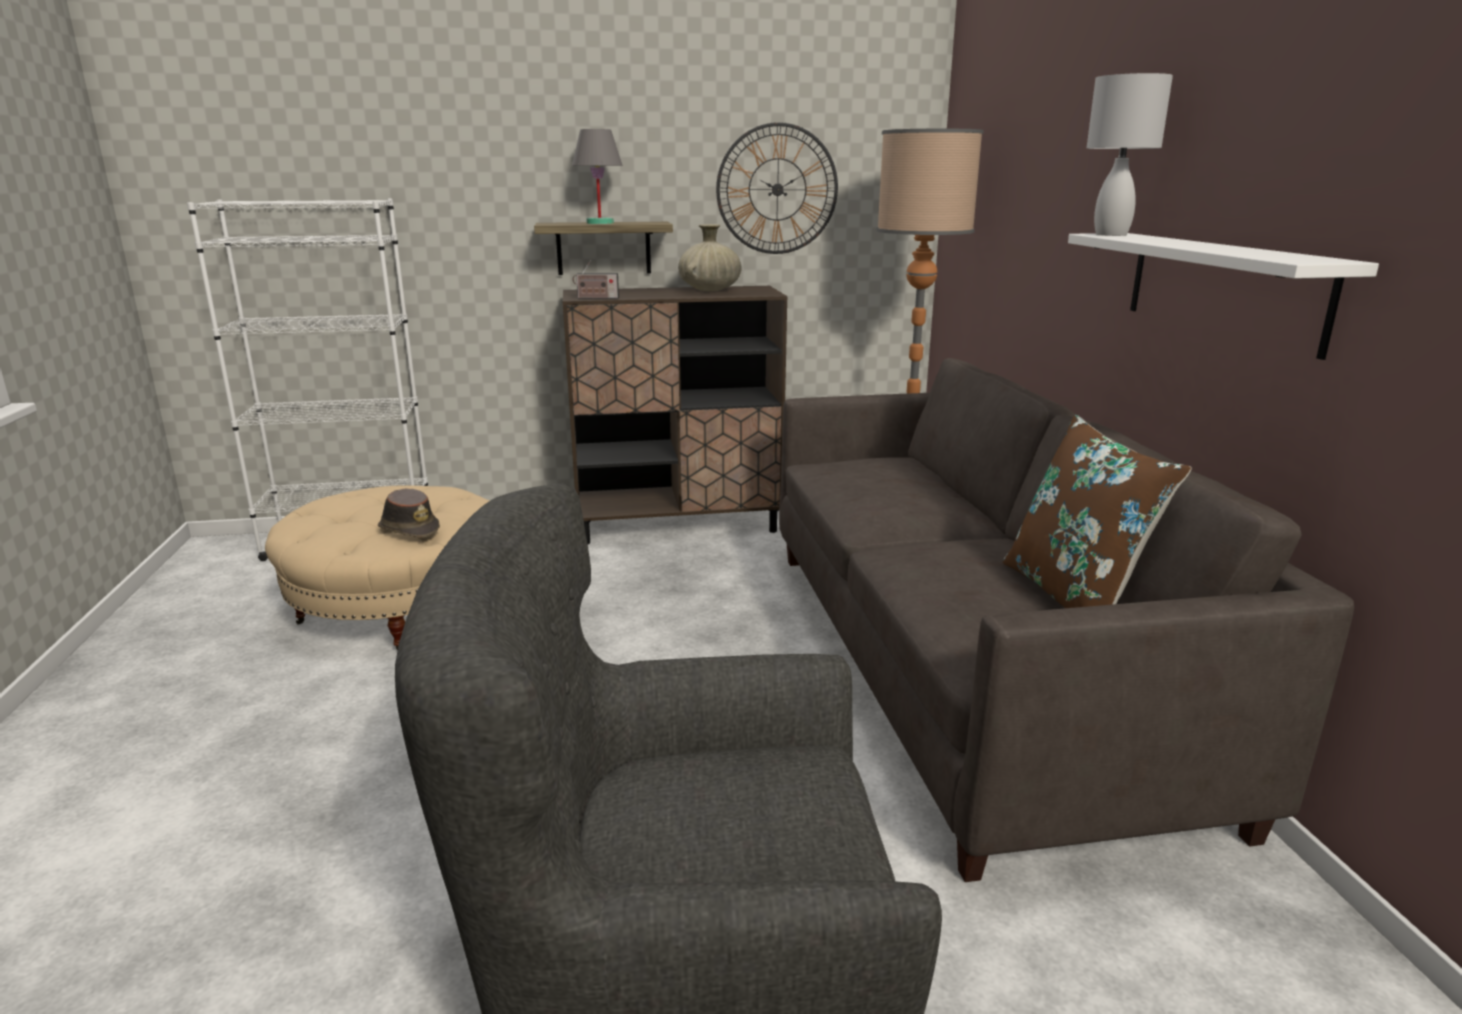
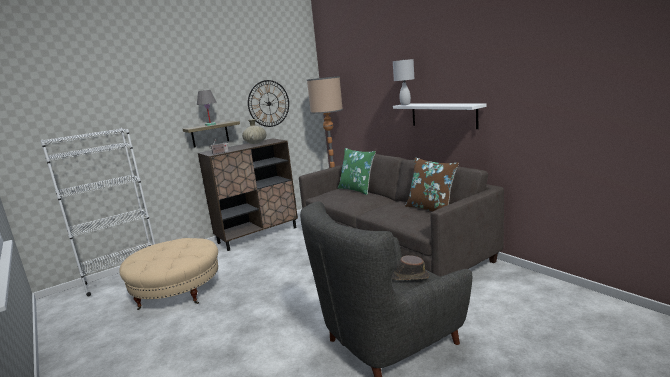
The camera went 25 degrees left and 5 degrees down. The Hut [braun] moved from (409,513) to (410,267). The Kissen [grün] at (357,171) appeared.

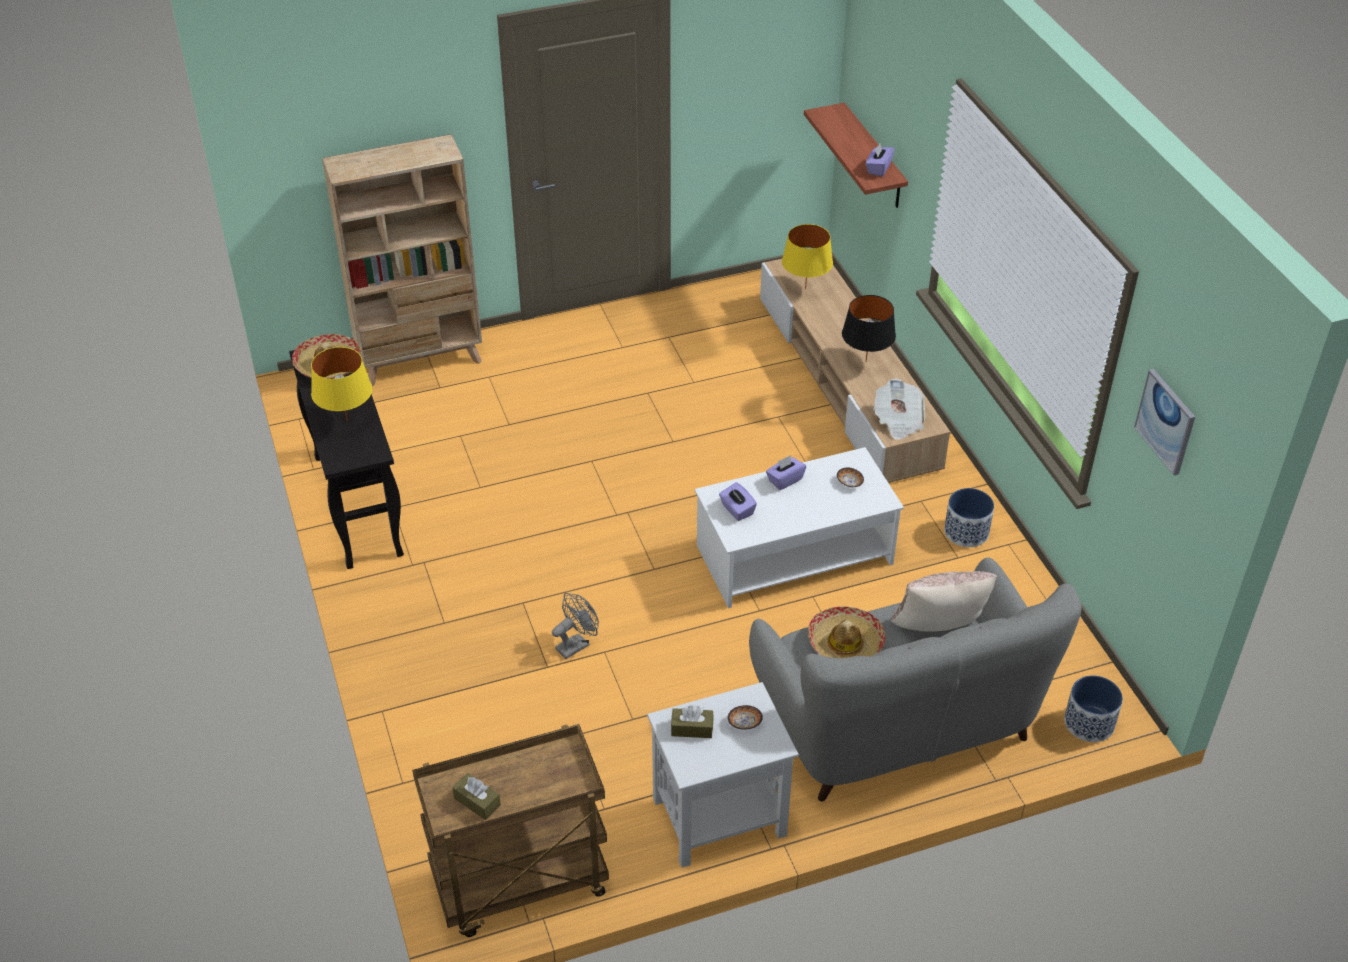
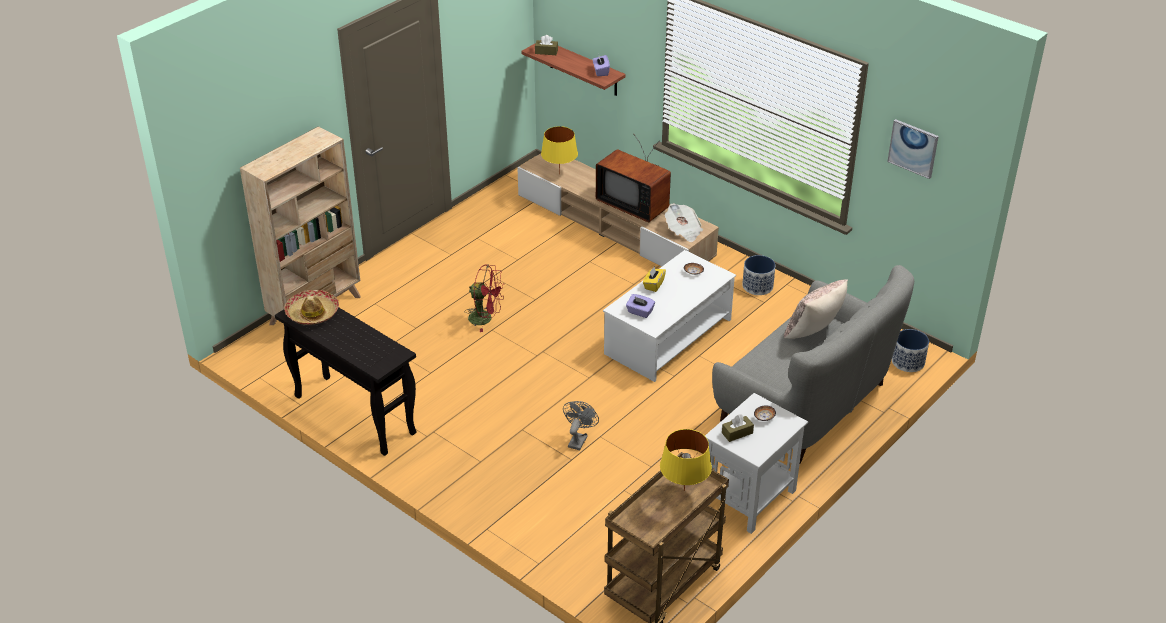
The camera went 30 degrees left and 5 degrees down. The Tischlampe [schwarz] at (869,328) was replaced by the Fernseher at (633,178). The Tischlampe [gelb] moved from (341,384) to (686,460). The Taschentuchbox [lila] at (786,472) became the Taschentuchbox [gelb] at (654,279). The Hut at (847,632) disappeared. The Taschentuchbox [braun] moved from (477,796) to (546,45). The Ventilator [rot] at (484,298) appeared.

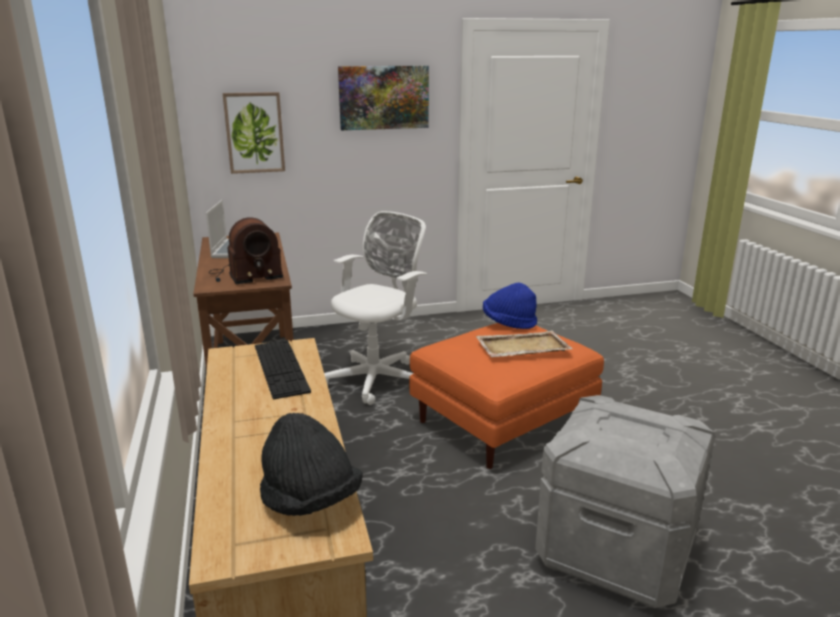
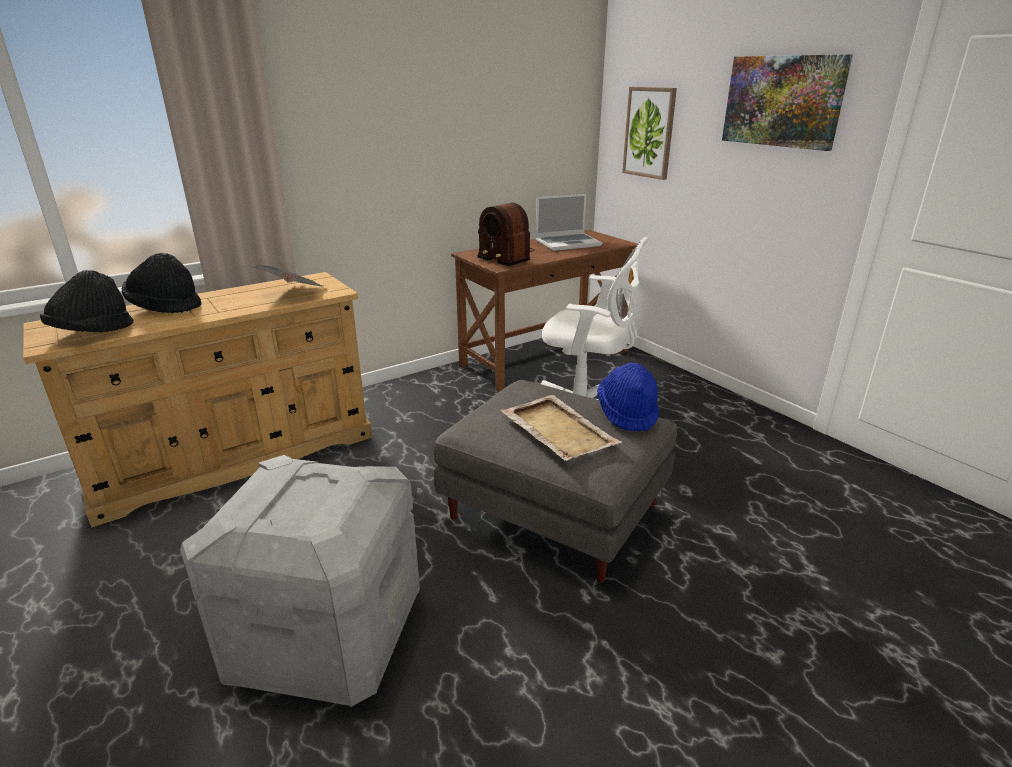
The camera went 70 degrees right and 5 degrees up. The Polsterhocker [orange] at (506,396) became the Polsterhocker [grau] at (555,481). The Tastatur at (283,369) was replaced by the Zeitung at (287,275). The Hut [schwarz] at (161,283) appeared.

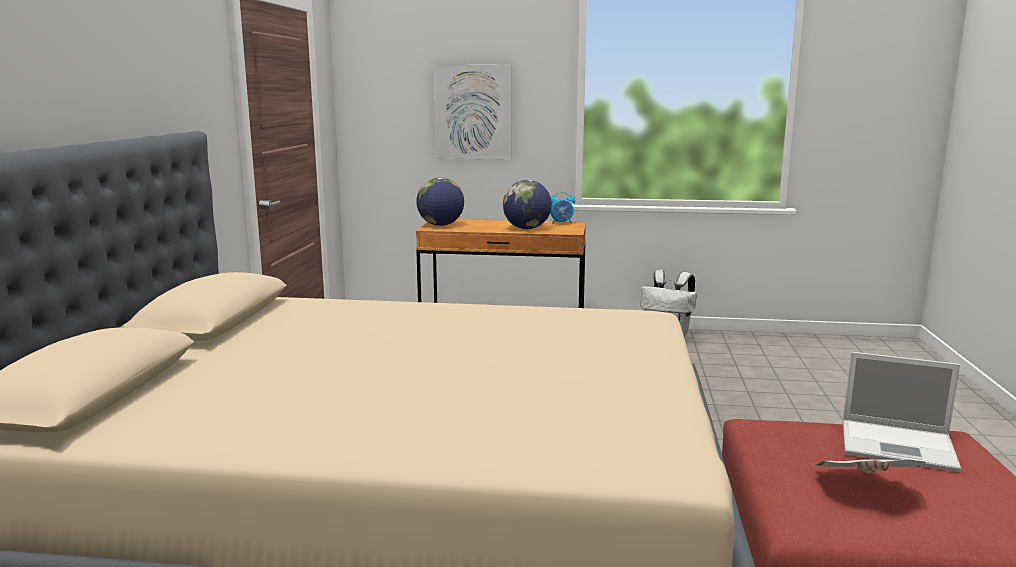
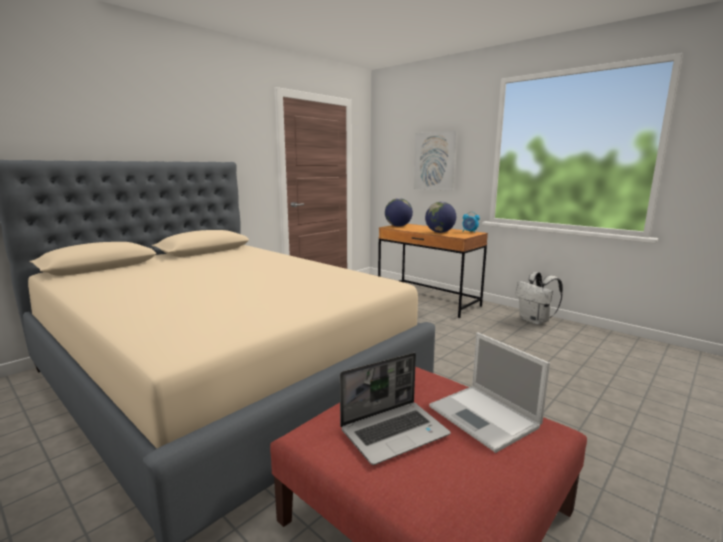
The camera went 35 degrees right and 0 degrees up. The Zeitung at (870,466) was replaced by the Laptop at (395,408).

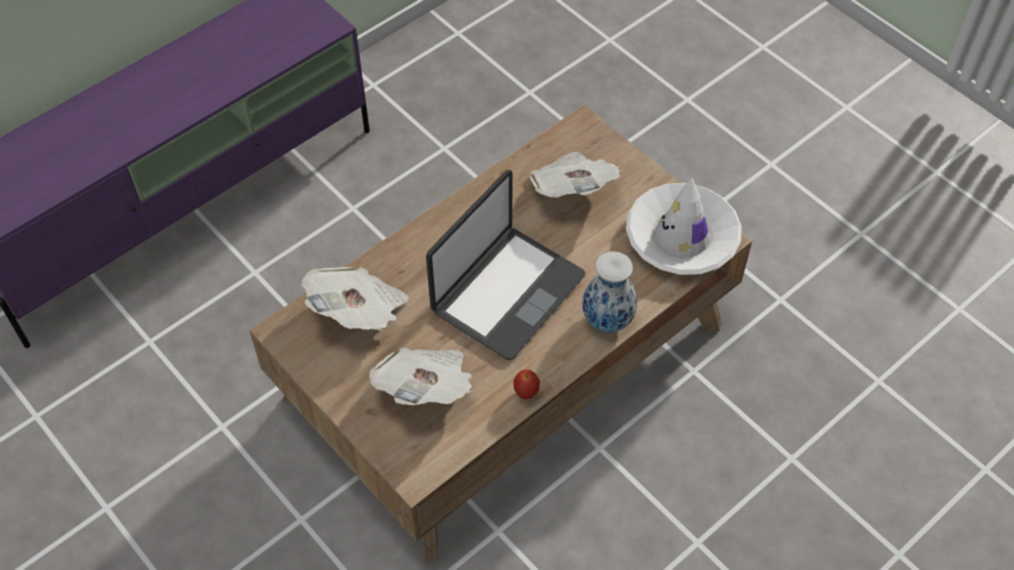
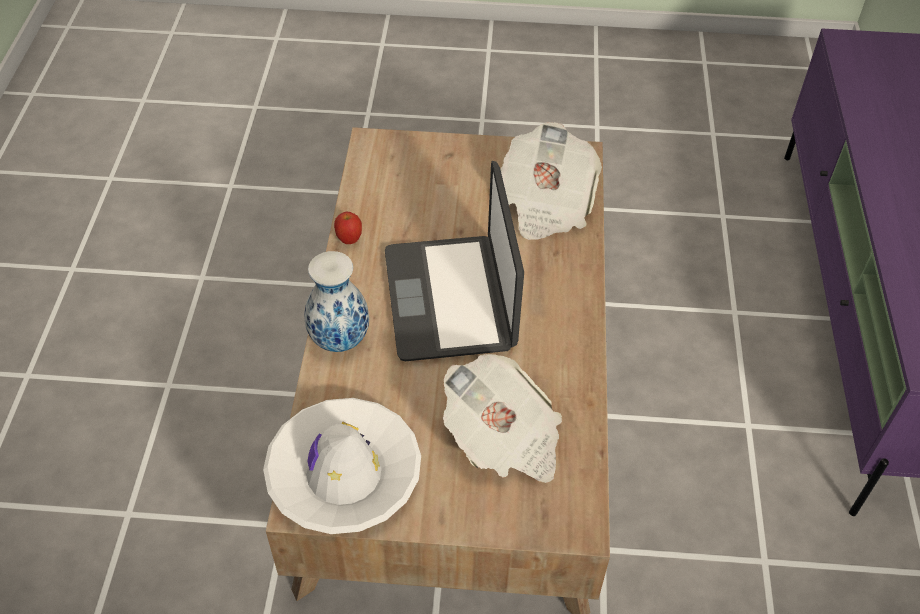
The camera went 135 degrees right and 5 degrees down. The Zeitung at (421,376) disappeared.

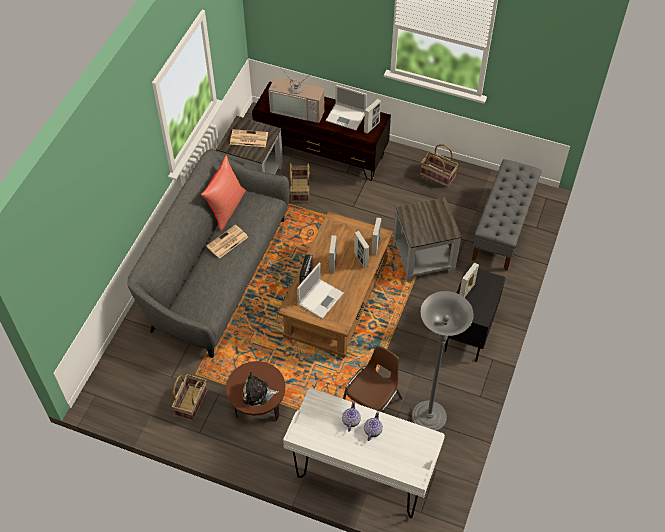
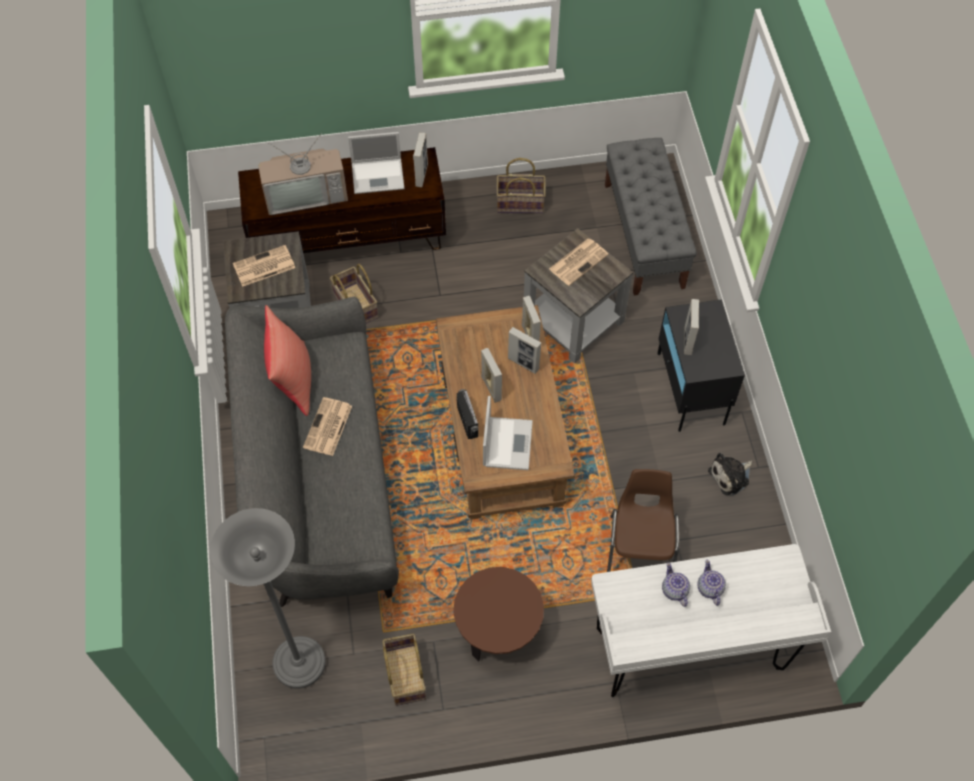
The camera went 30 degrees left and 5 degrees up. The Stehlampe [grau] moved from (443,361) to (268,598). The Plüschtier moved from (261,389) to (730,474). The Zeitung at (579,262) appeared.

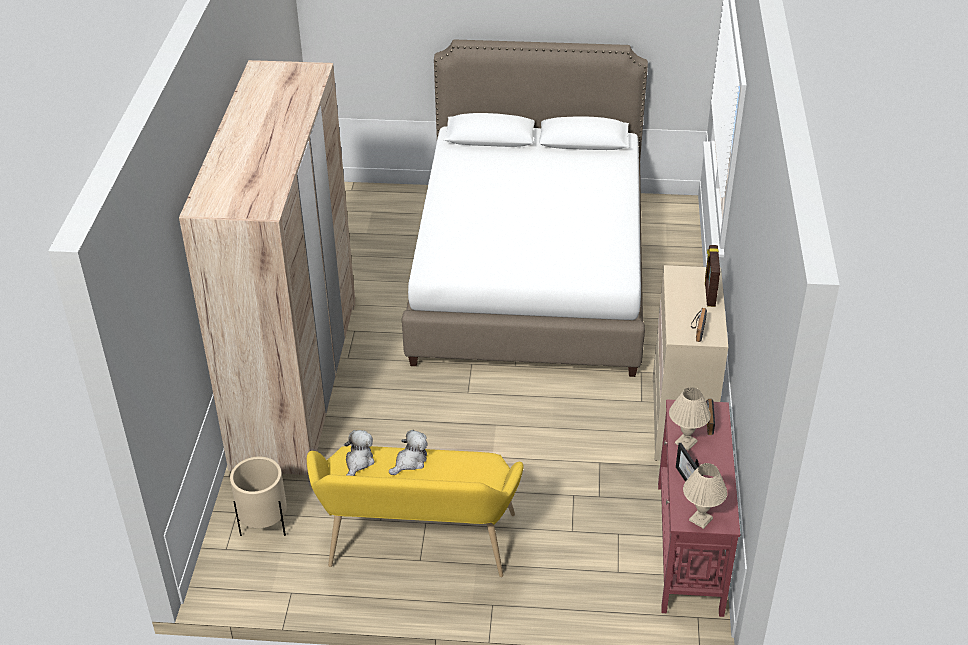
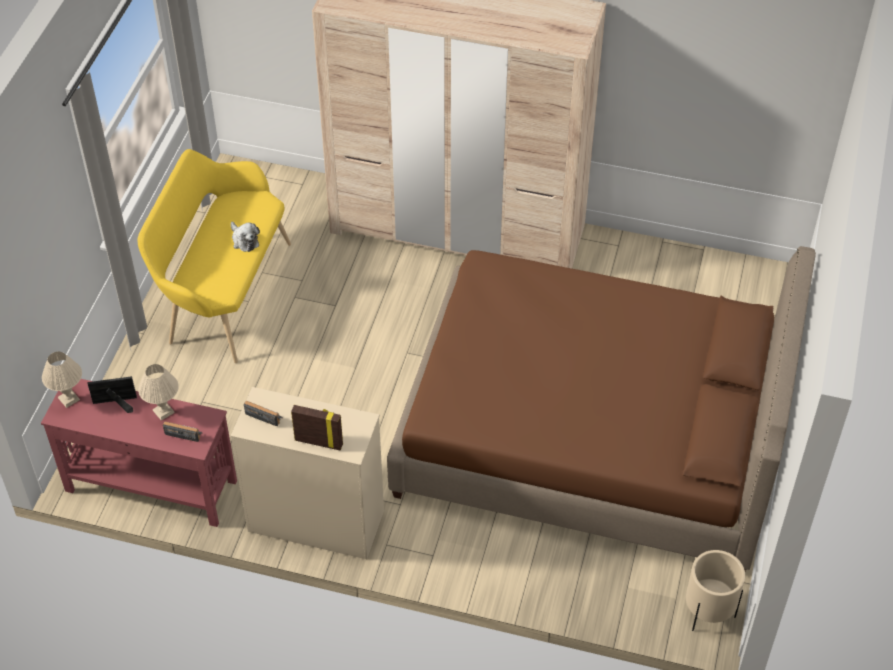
The camera went 100 degrees right and 10 degrees up. The Bett [weiß] at (525,208) became the Bett [braun] at (601,408). The Plüschtier at (359,453) disappeared. The Pflanzkübel [beige] moved from (258,496) to (715,590).

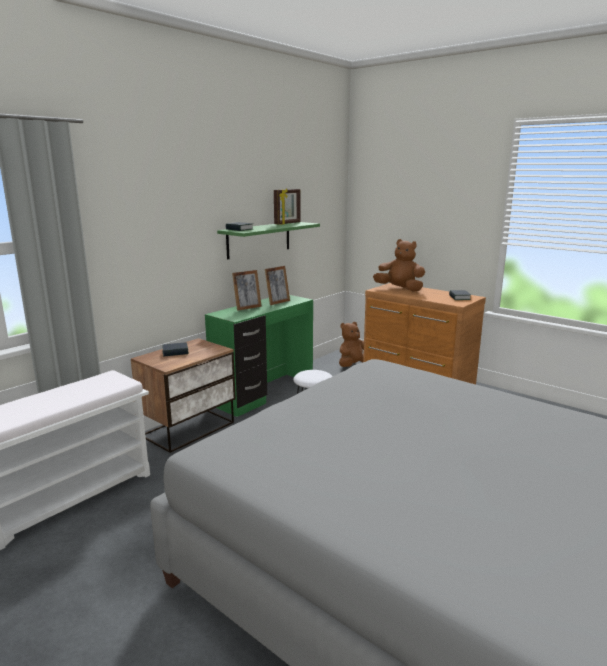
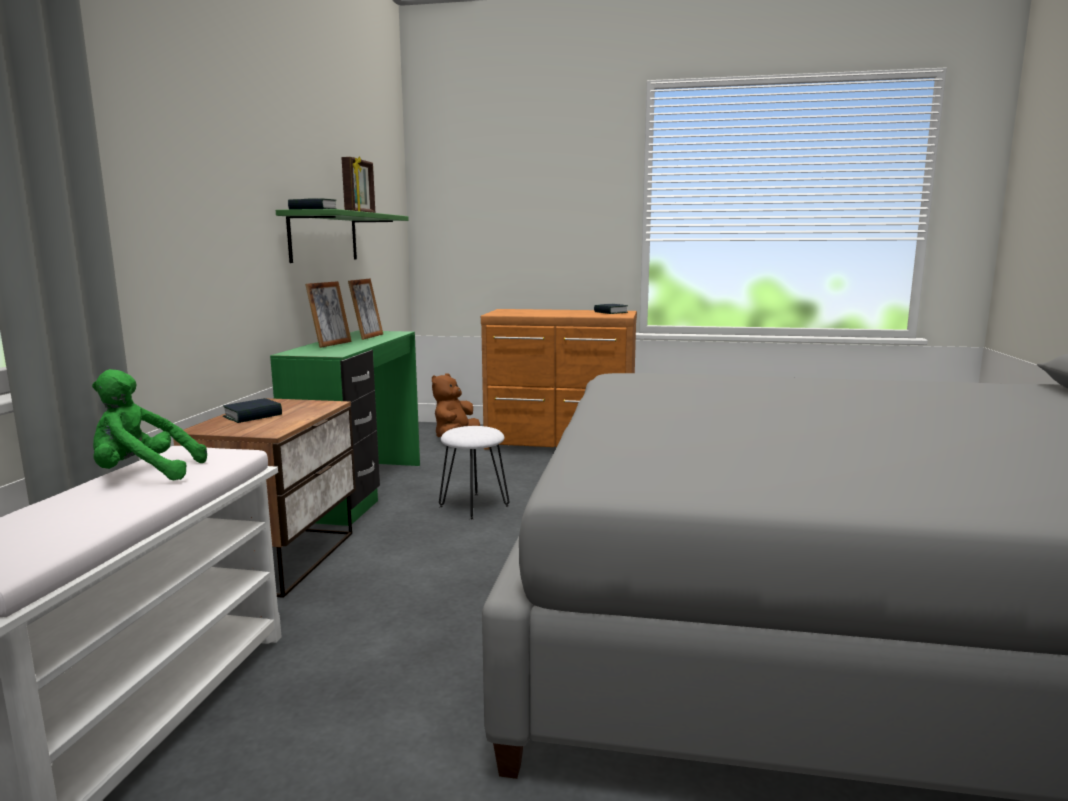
The camera went 30 degrees left and 5 degrees down. The Plüschtier [braun] at (399,265) disappeared. The Plüschtier [grün] at (149,424) appeared.

